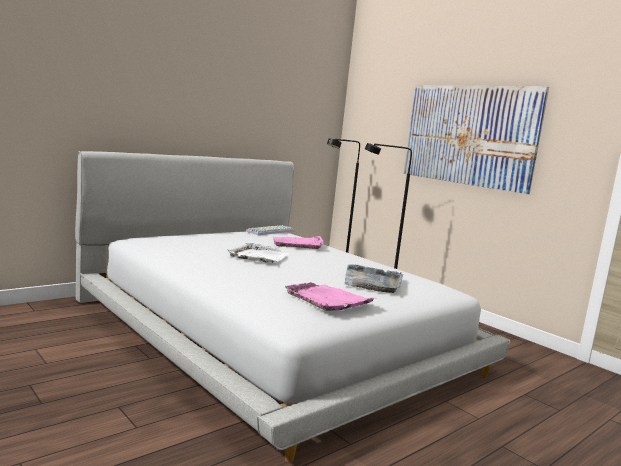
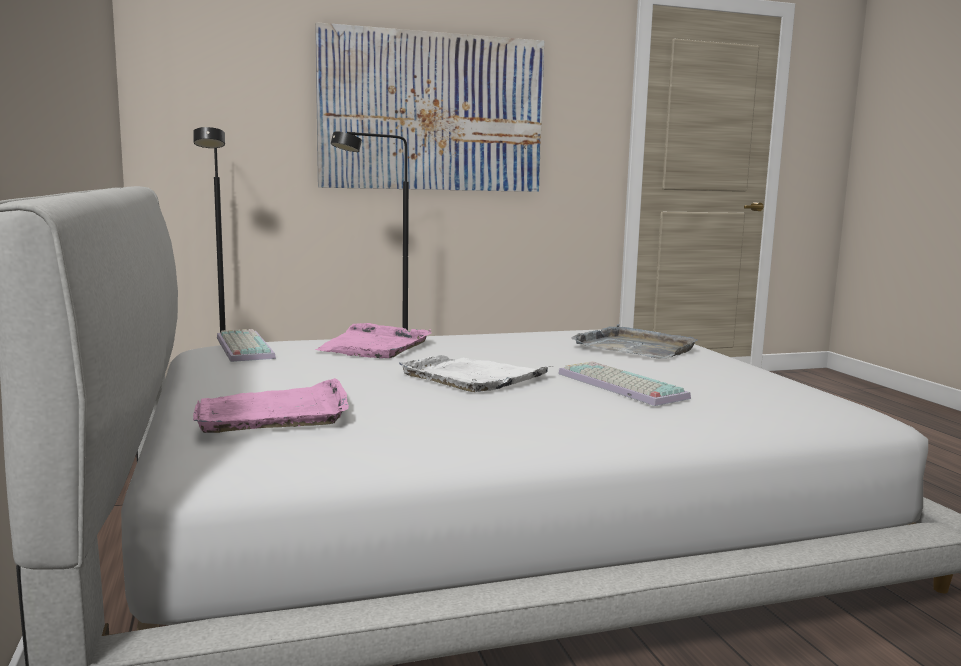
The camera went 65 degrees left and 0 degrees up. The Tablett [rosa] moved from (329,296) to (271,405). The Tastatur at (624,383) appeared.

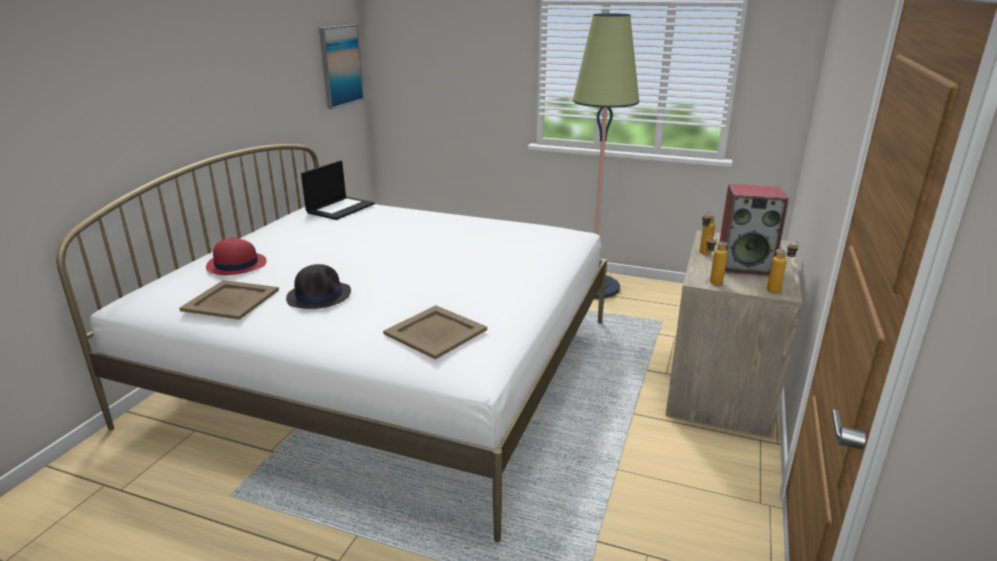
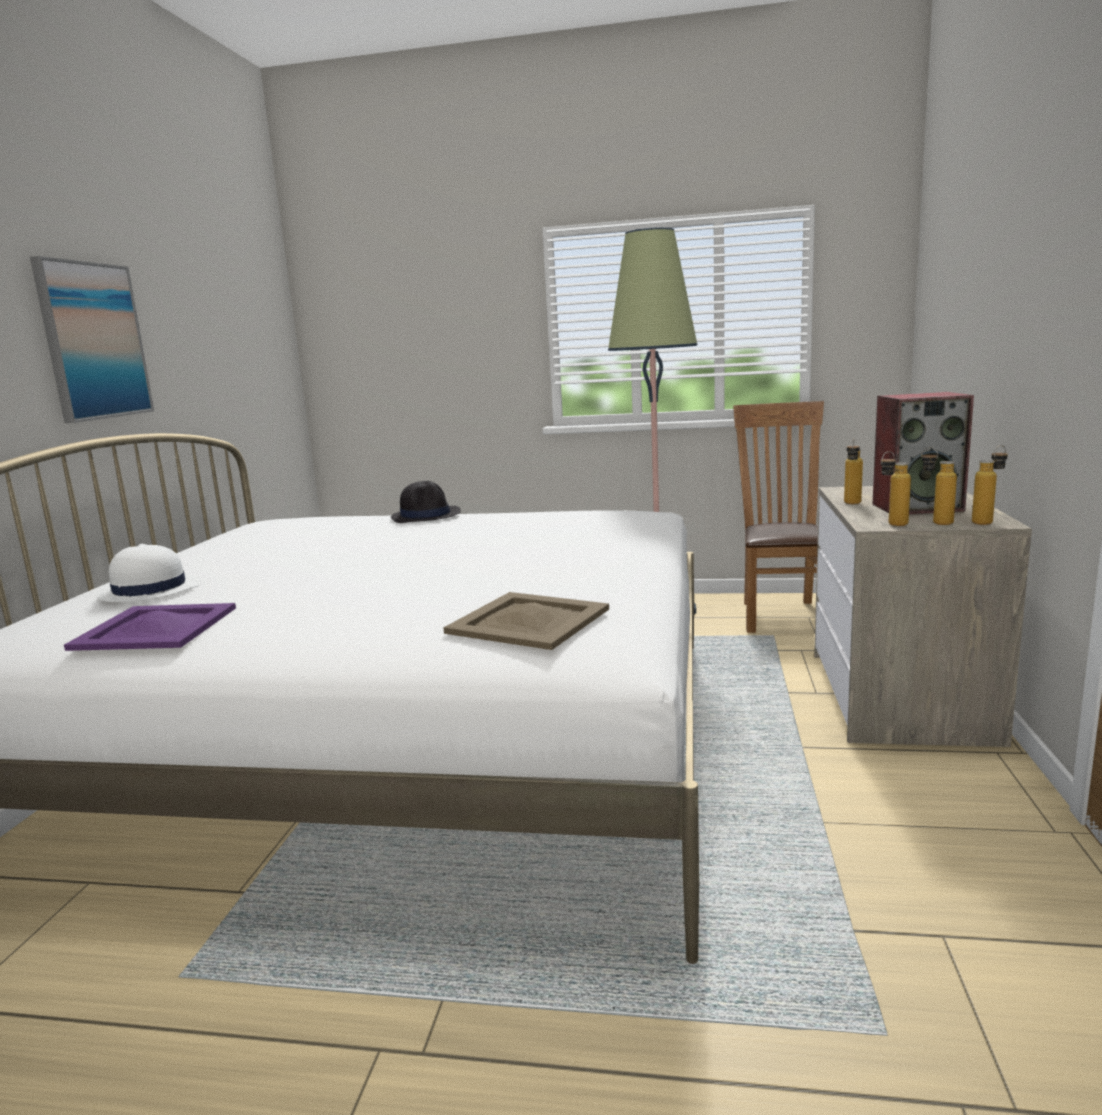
The camera went 10 degrees left and 10 degrees down. The Bild moved from (341,66) to (92,339). The Laptop at (338,190) disappeared. The Hut [rot] at (236,256) became the Hut [weiß] at (148,573). The Hut [schwarz] moved from (318,286) to (426,502). The Tablett [beige] at (229,300) became the Tablett [lila] at (150,627). The Stuhl [braun] at (778,517) appeared. The Flasche at (939,486) appeared.

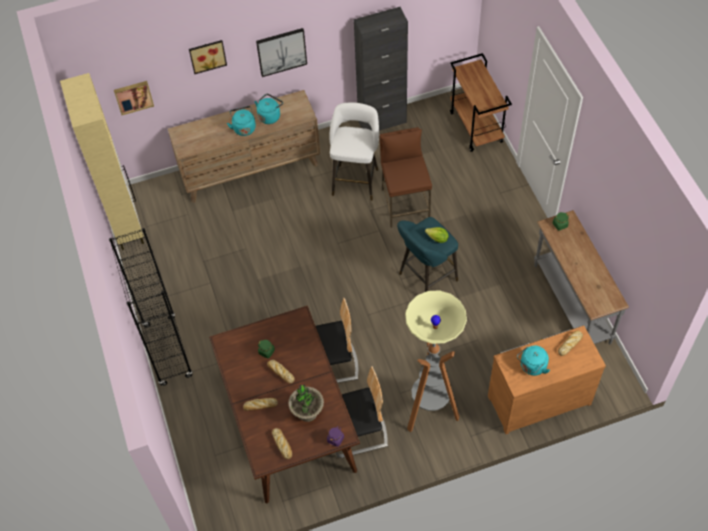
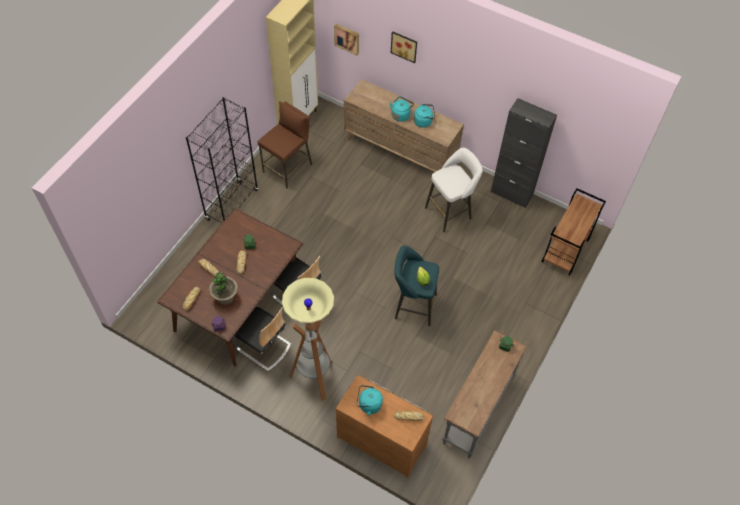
The camera went 45 degrees right and 0 degrees up. The Bild at (281,52) disappeared. The Hocker [braun] moved from (406,177) to (285,145).

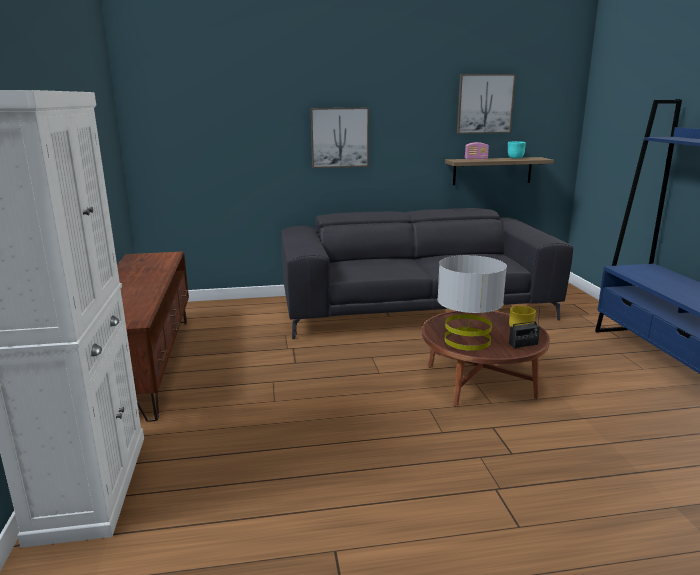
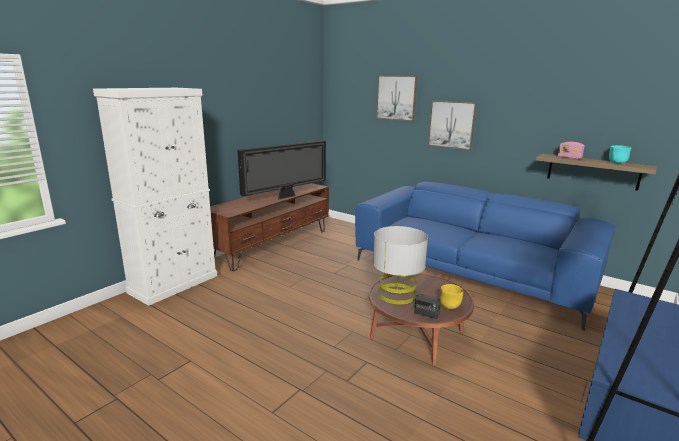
The camera went 45 degrees right and 0 degrees up. The Bild moved from (486,104) to (397,98). The Sofa [grau] at (427,274) became the Sofa [blau] at (485,256). The Fernseher at (281,170) appeared.

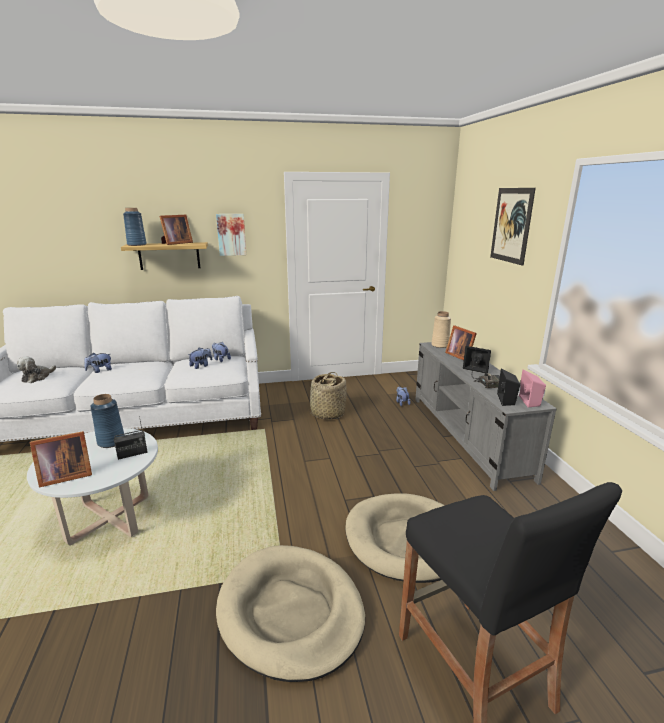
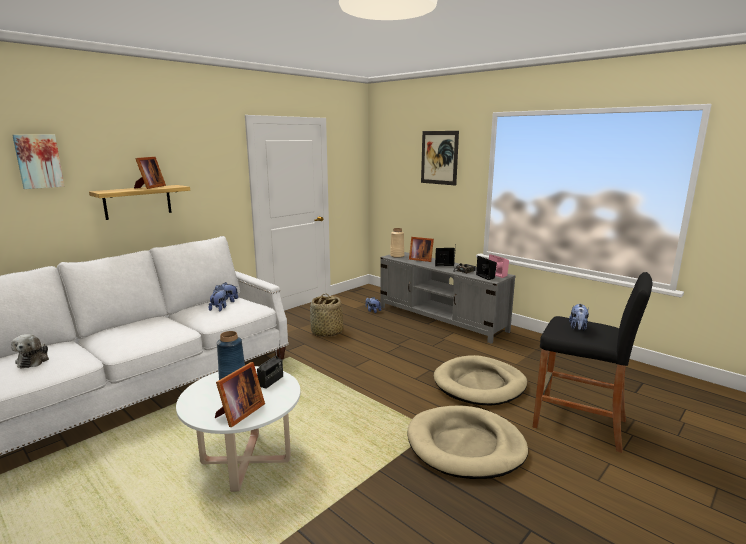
The camera went 35 degrees left and 5 degrees down. The Vase [blau] at (135,227) disappeared. The Bild moved from (231,235) to (38,161). The Plüschtier moved from (98,362) to (579,317).

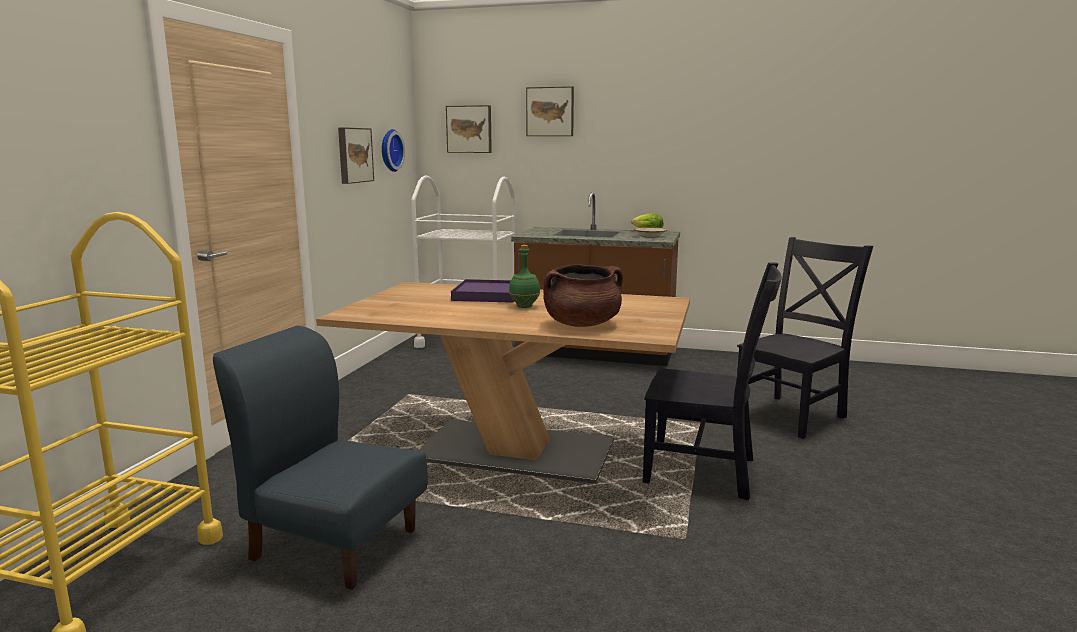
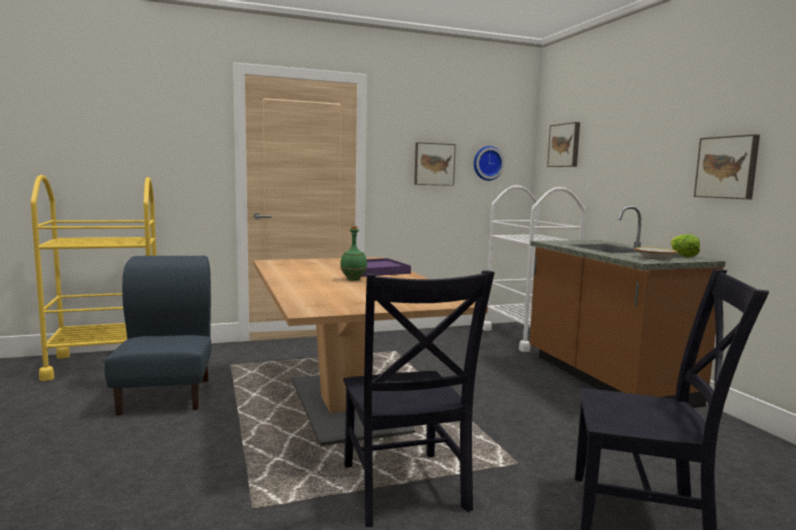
The camera went 55 degrees right and 5 degrees down. The Bild moved from (550,111) to (727,166). The Kochtopf [braun] at (583,295) disappeared.

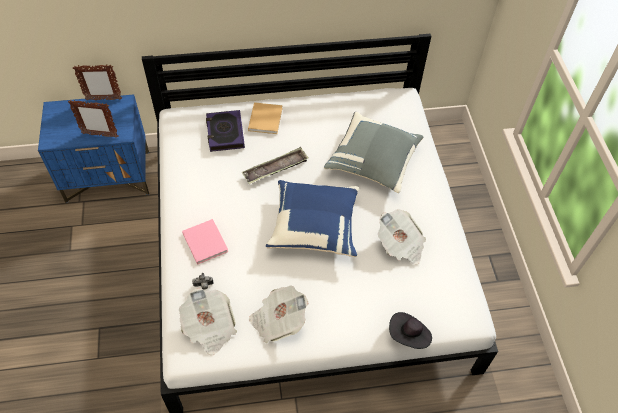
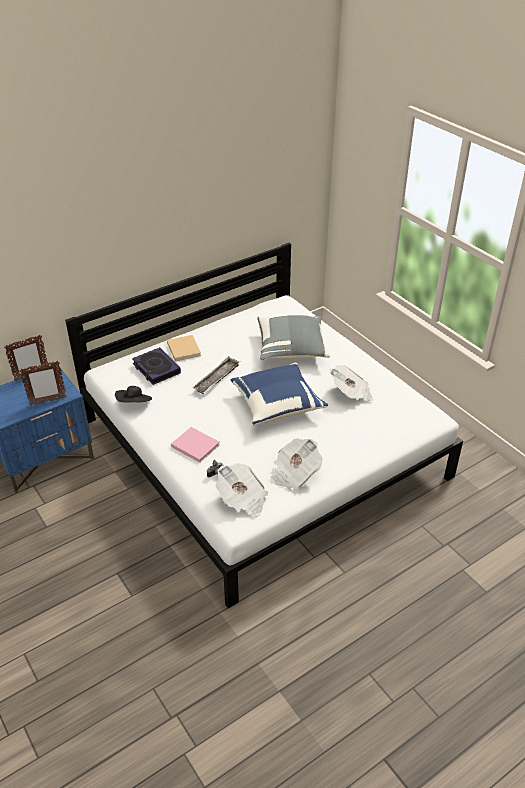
The camera went 25 degrees left and 15 degrees down. The Hut [schwarz] moved from (410,330) to (133,394).

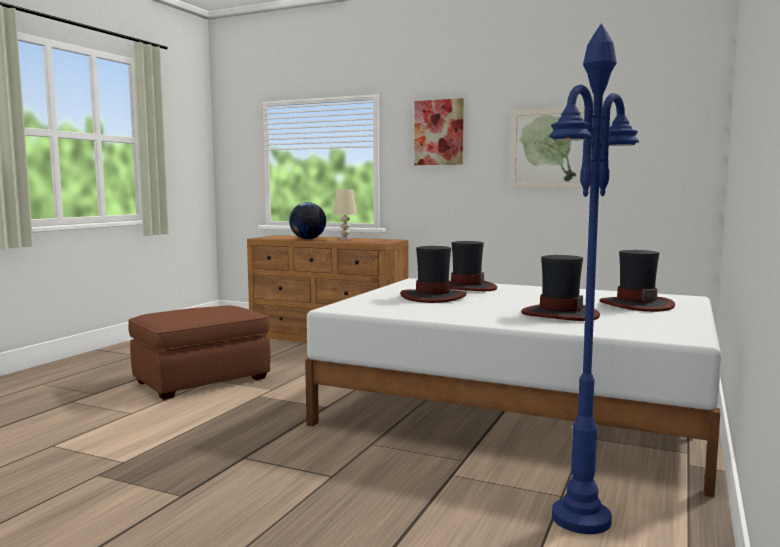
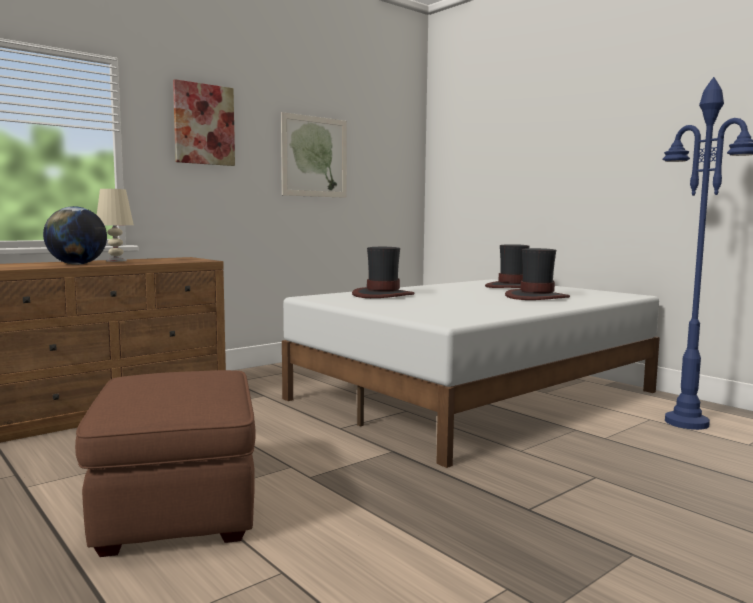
The camera went 65 degrees left and 0 degrees up. The Hut at (433,274) disappeared.

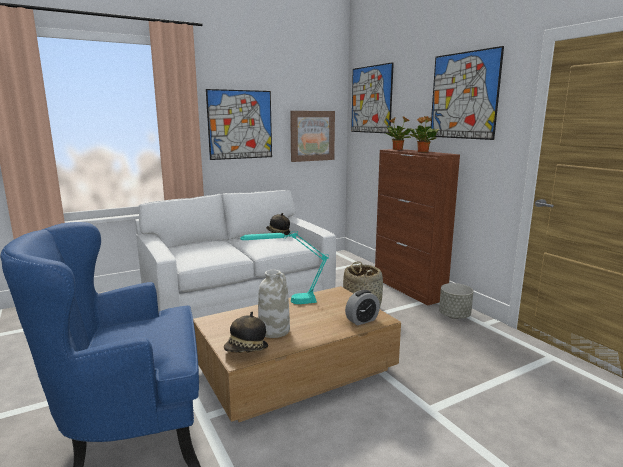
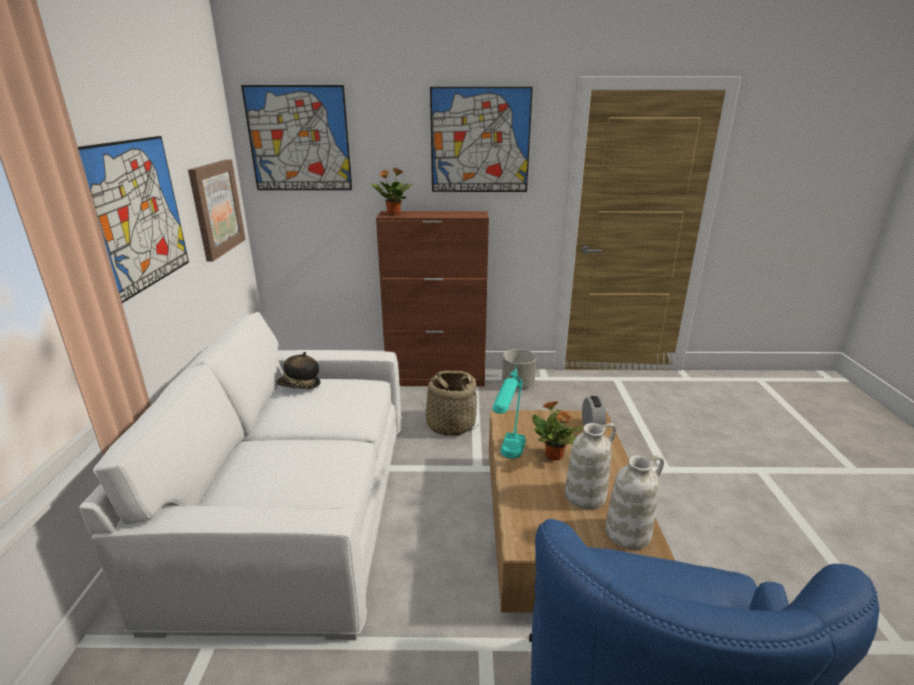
The camera went 60 degrees left and 10 degrees up. The Topfpflanze moved from (423,134) to (558,430). The Hut at (246,332) was replaced by the Vase [weiß] at (634,502).

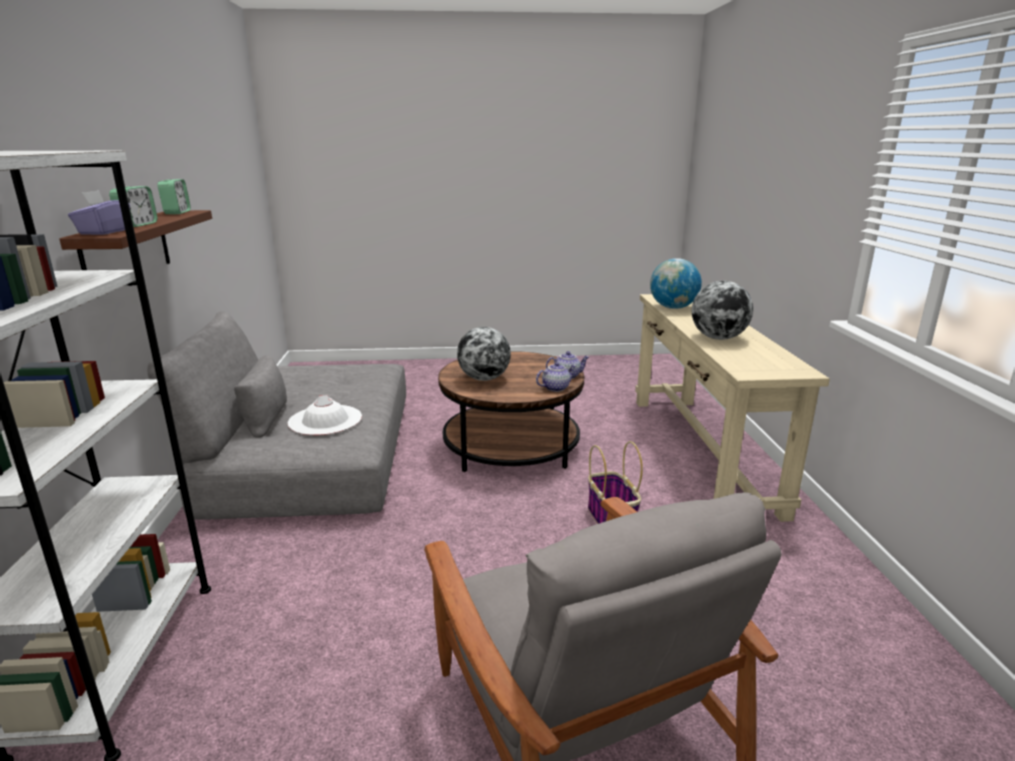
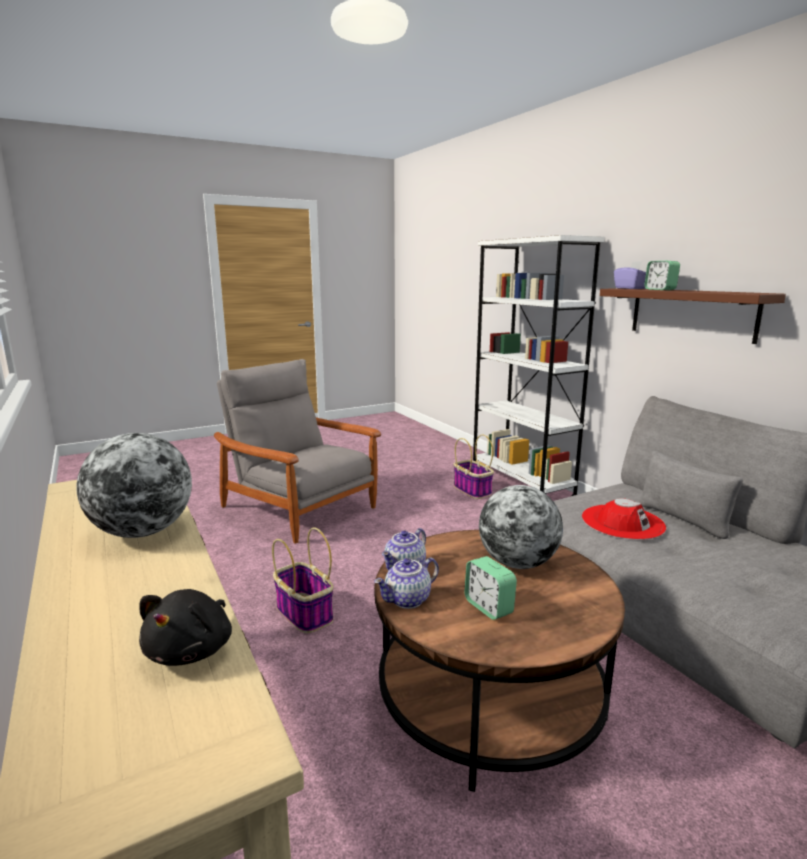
The camera went 155 degrees right and 5 degrees down. The Wecker moved from (174,196) to (490,588). The Globus at (676,283) was replaced by the Plüschtier [schwarz] at (185,627). The Hut [weiß] at (325,415) became the Hut [rot] at (624,519). The Korb at (474,466) appeared.

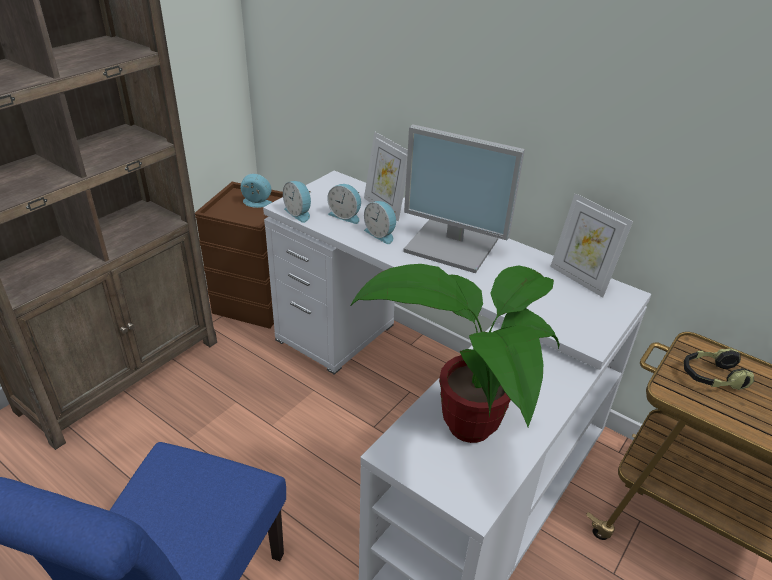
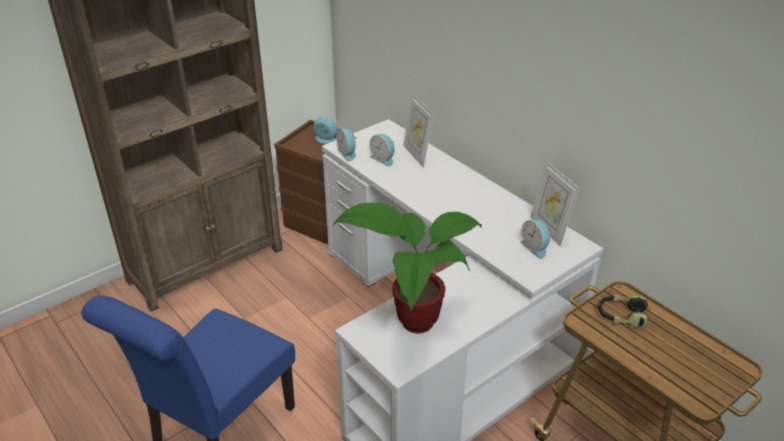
The camera went 15 degrees right and 0 degrees up. The Monitor at (464,198) disappeared. The Wecker moved from (380,222) to (535,239).

